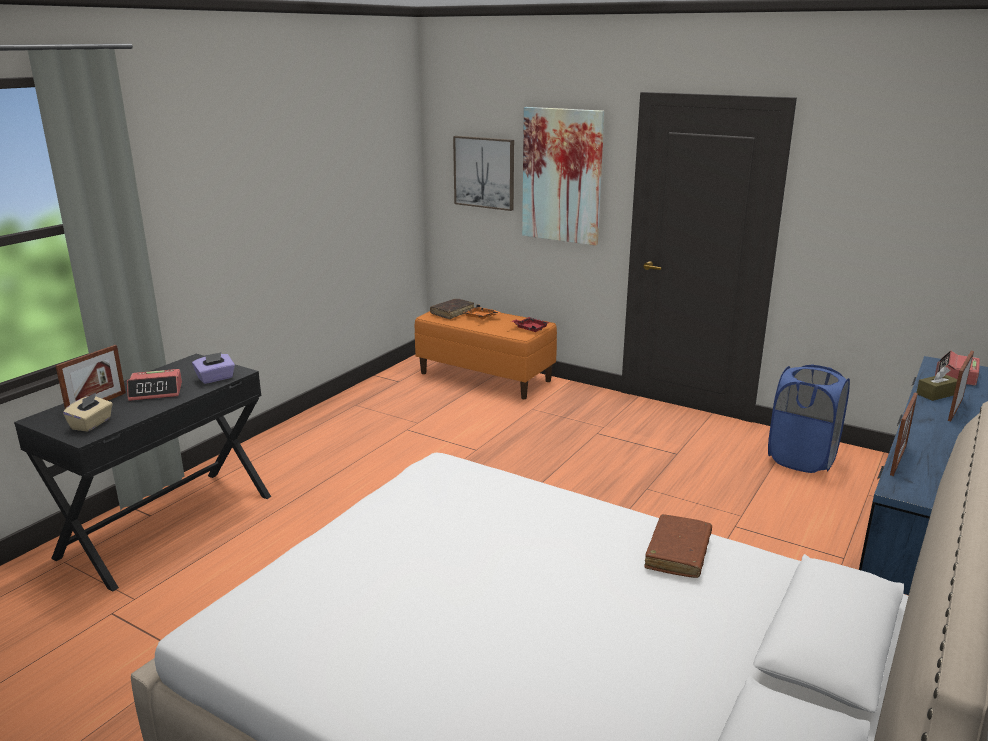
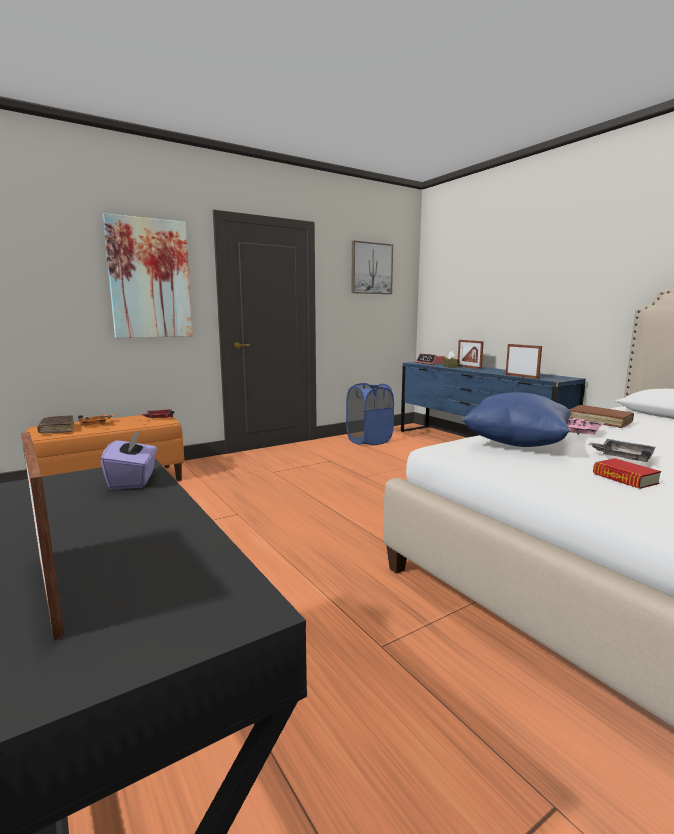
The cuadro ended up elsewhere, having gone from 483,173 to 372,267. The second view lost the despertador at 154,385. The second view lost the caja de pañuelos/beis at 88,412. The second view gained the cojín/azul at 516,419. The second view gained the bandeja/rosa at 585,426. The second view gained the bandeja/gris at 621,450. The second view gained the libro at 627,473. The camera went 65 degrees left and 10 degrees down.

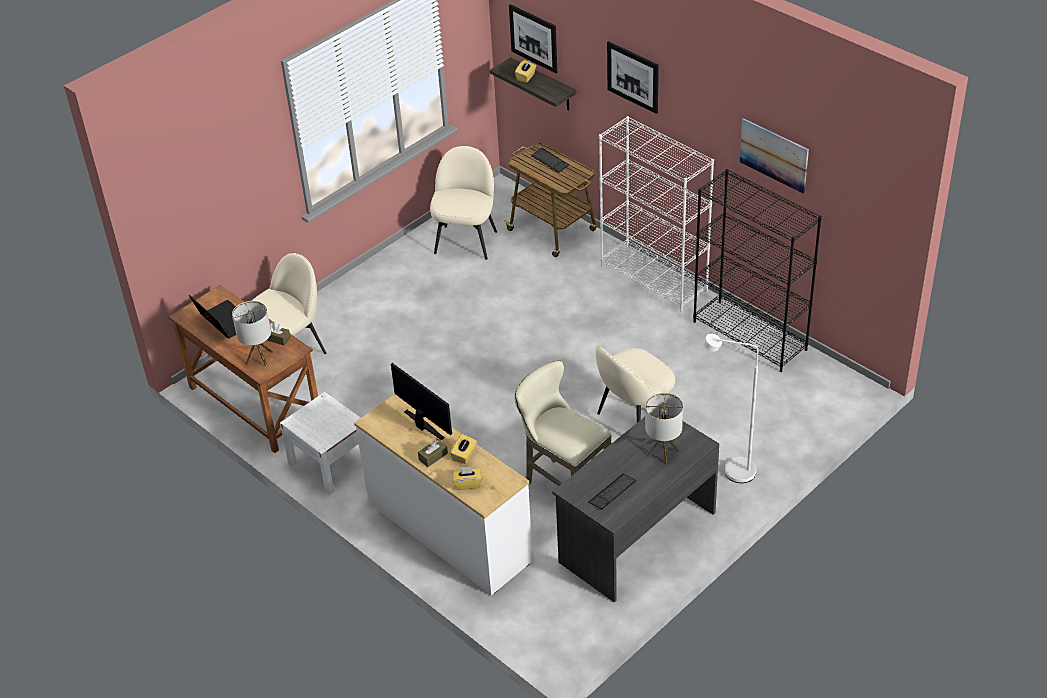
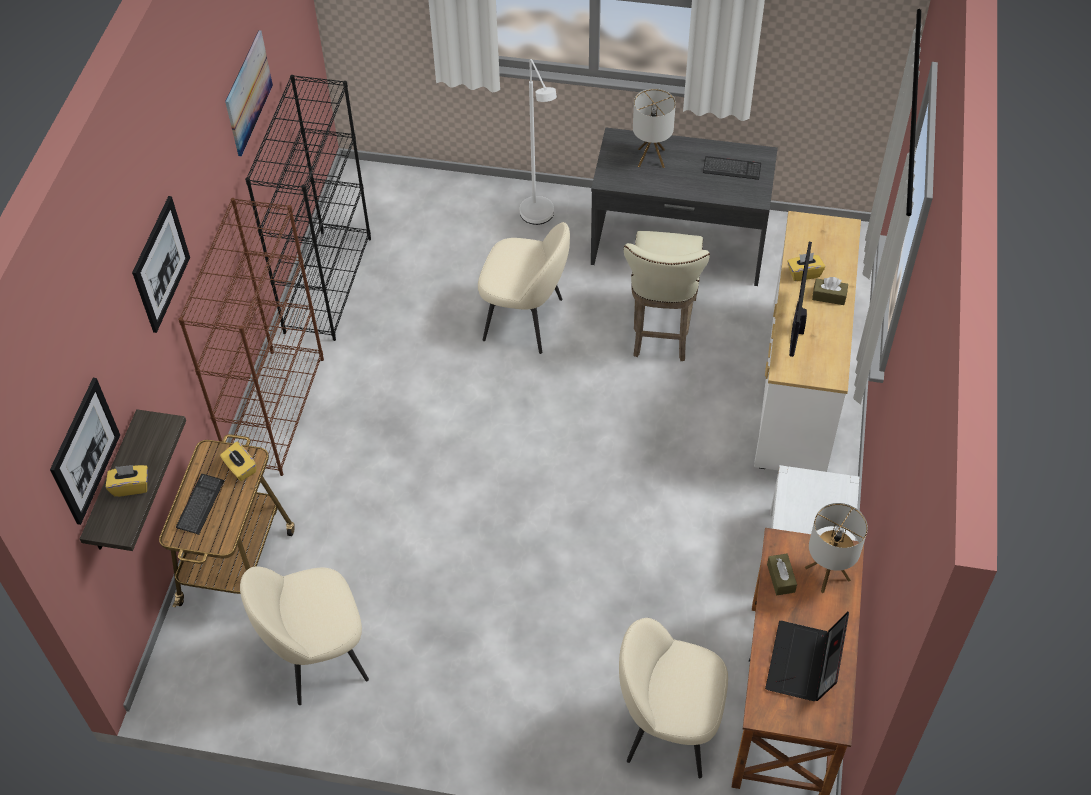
What was the estantería/blanco at 656,214 turned into the estantería/marrón at 251,337. The caja de pañuelos/amarillo ended up elsewhere, having gone from 467,478 to 238,461. The camera went 125 degrees left and 10 degrees up.

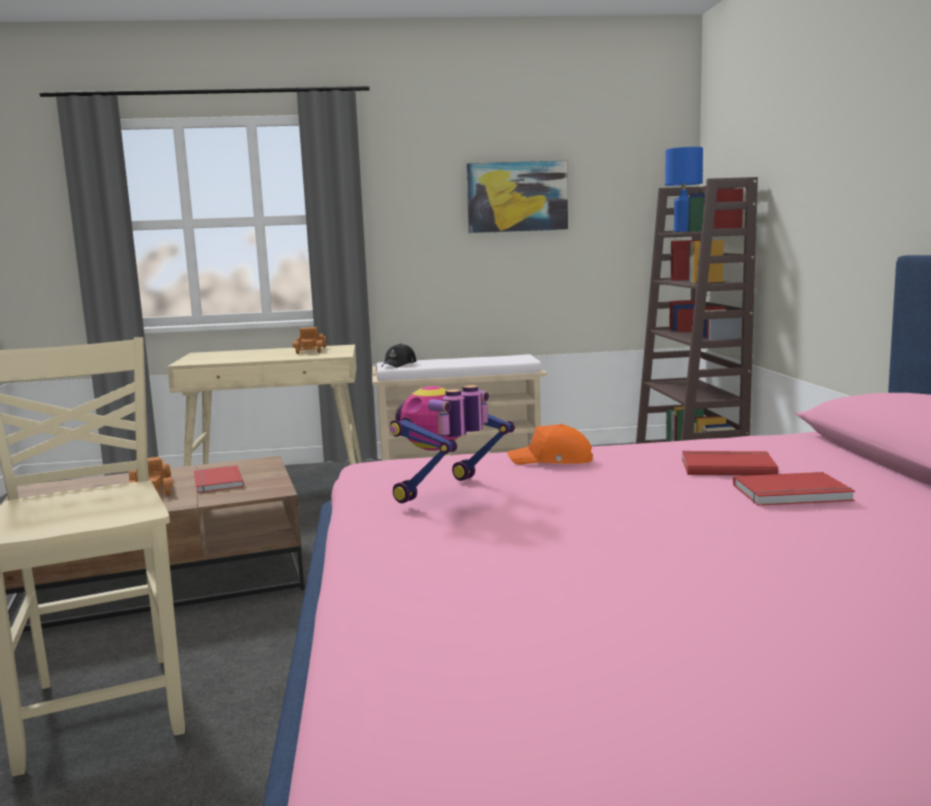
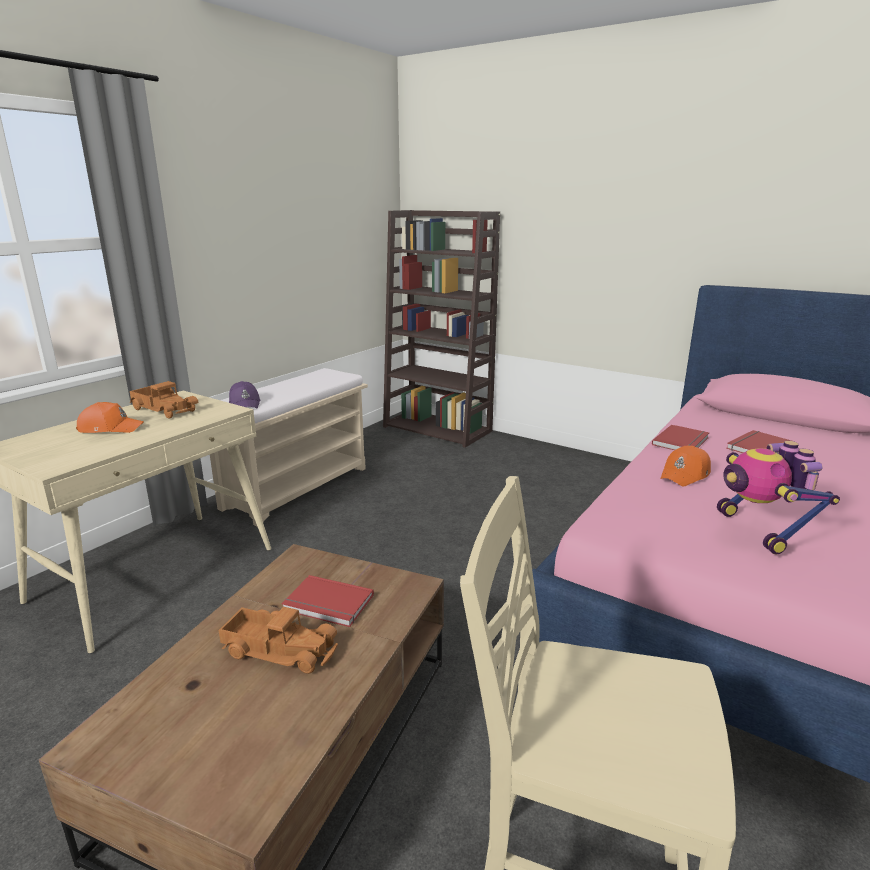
The second view lost the lámpara de mesa/azul at 684,189. The second view lost the cuadro at 517,196. What was the gorra/negro at 399,356 turned into the gorra/morado at 245,395. The libro/rojo ended up elsewhere, having gone from 794,489 to 680,437. The second view gained the gorra/naranja at 110,417. The camera went 50 degrees left and 10 degrees up.

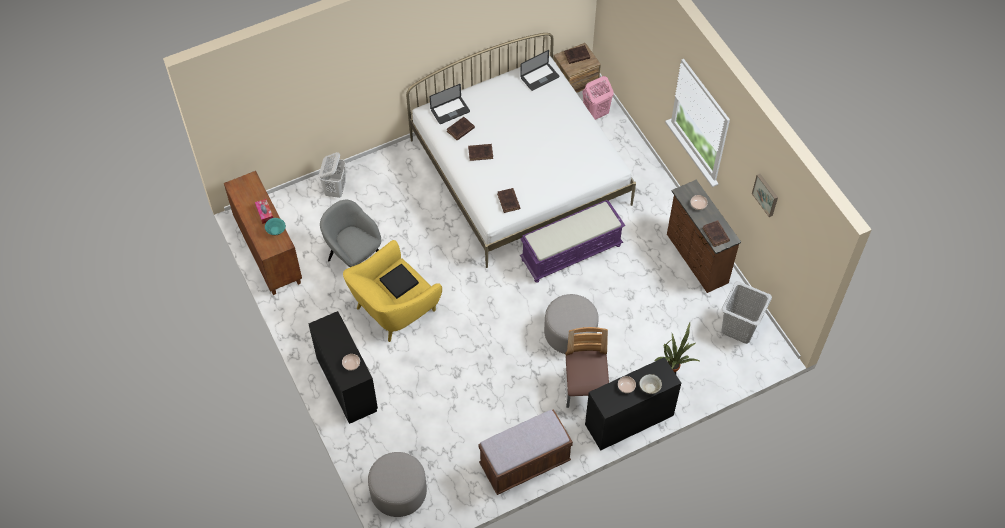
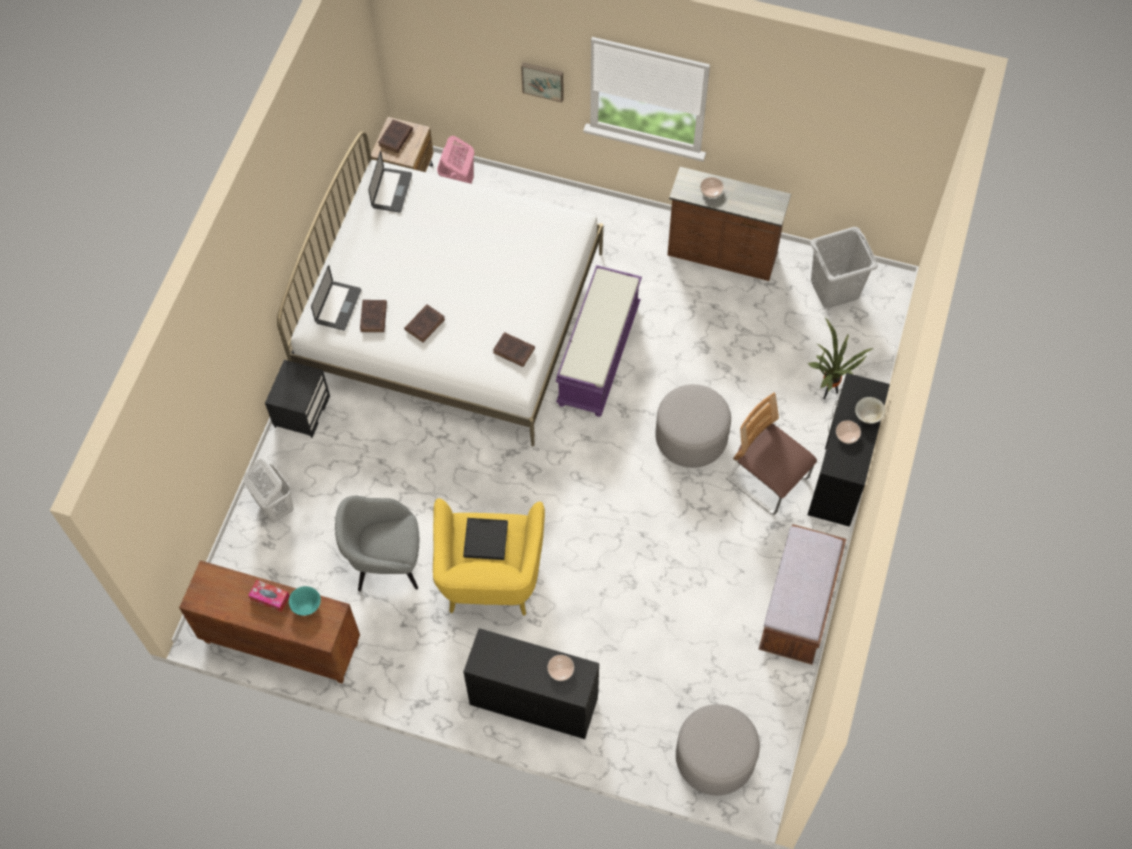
The cuadro ended up elsewhere, having gone from 765,195 to 542,82. The second view lost the libro/marrón at 716,233. The second view gained the mesita de noche/negro at 297,399. The camera went 45 degrees left and 5 degrees up.

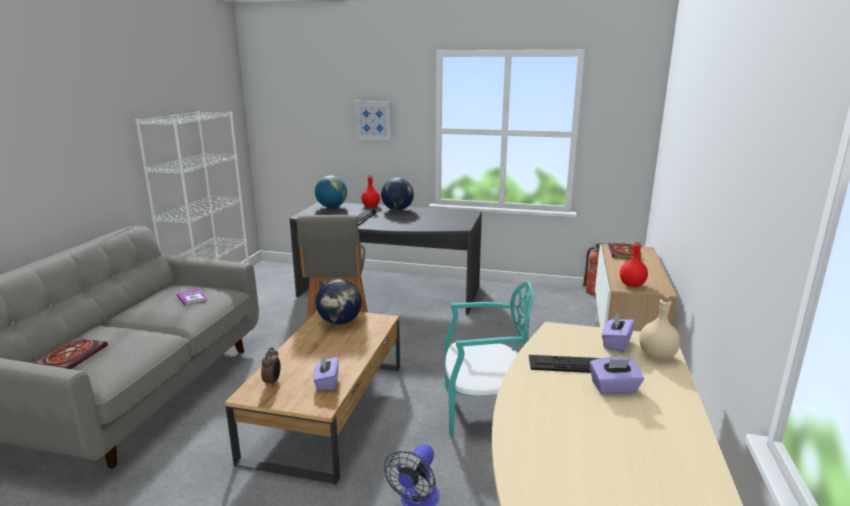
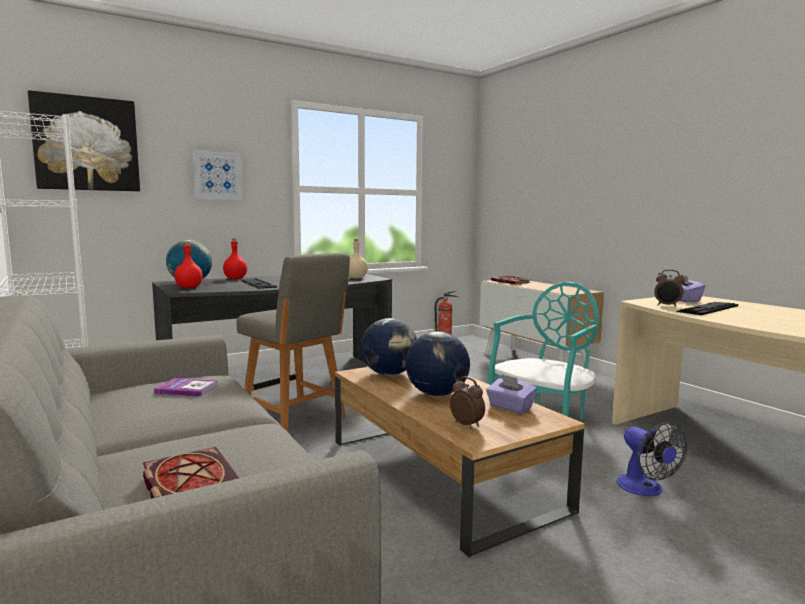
The globo terráqueo ended up elsewhere, having gone from 397,194 to 438,363. The botella/rojo ended up elsewhere, having gone from 634,264 to 188,265. The botella/beis ended up elsewhere, having gone from 659,327 to 358,258. The second view lost the caja de pañuelos/morado at 617,375. The second view gained the cuadro at 84,140. The second view gained the despertador at 669,288. The camera went 45 degrees left and 10 degrees down.

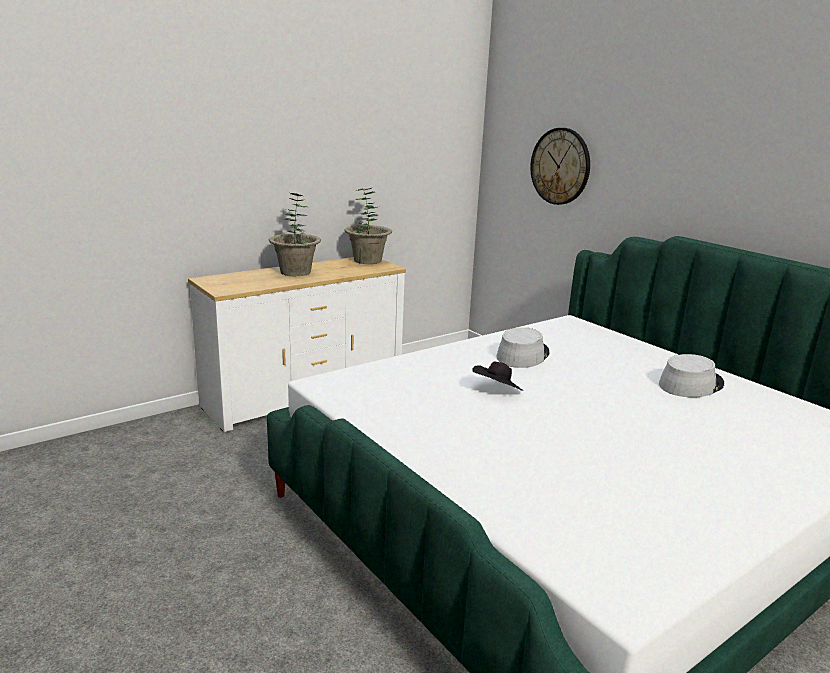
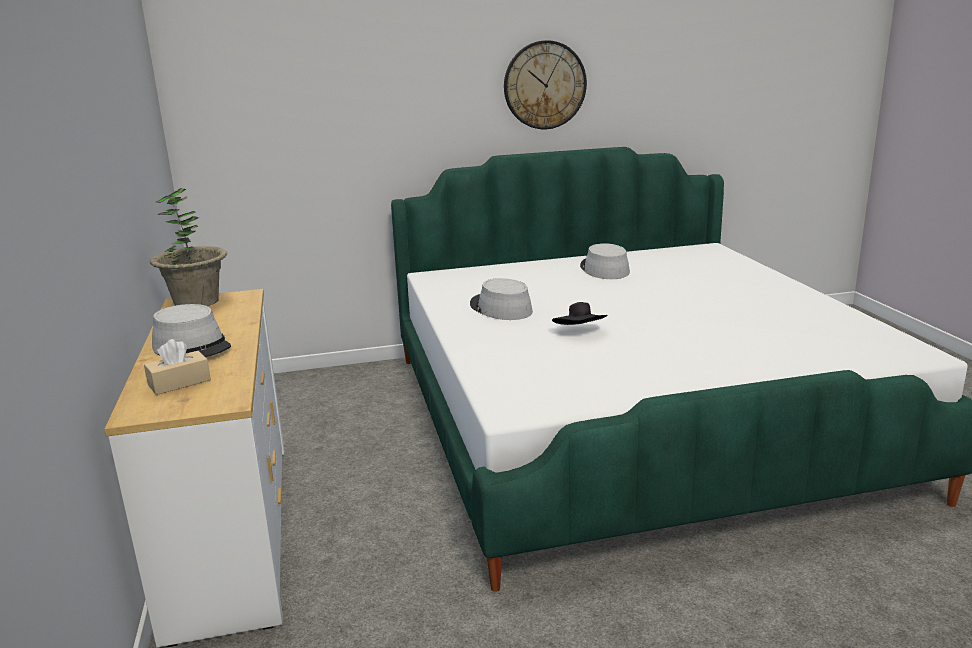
The reloj de pared ended up elsewhere, having gone from 560,166 to 545,84. Where the planta en maceta stood at 295,234, the sombrero/gris came to stand at 191,330. The second view gained the caja de pañuelos/beis at 177,367. The camera went 65 degrees left and 0 degrees up.

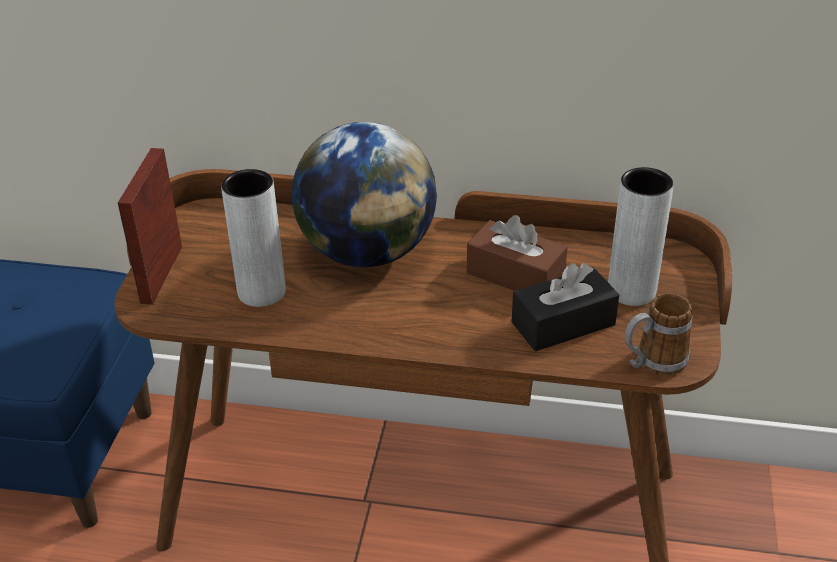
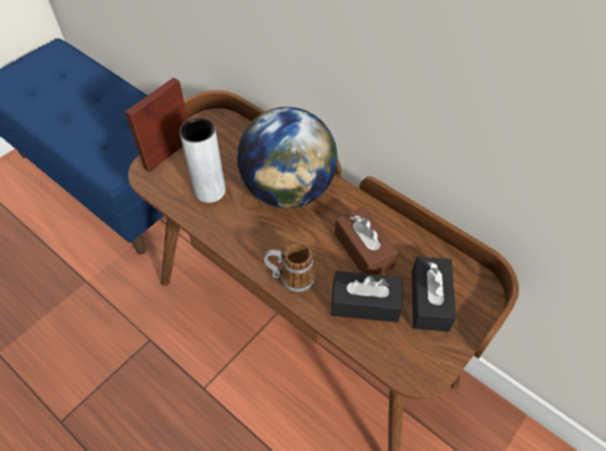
Where the florero/gris stood at 641,236, the caja de pañuelos/negro came to stand at 434,294. The taza grande ended up elsewhere, having gone from 658,334 to 289,268. The camera went 30 degrees right and 15 degrees up.

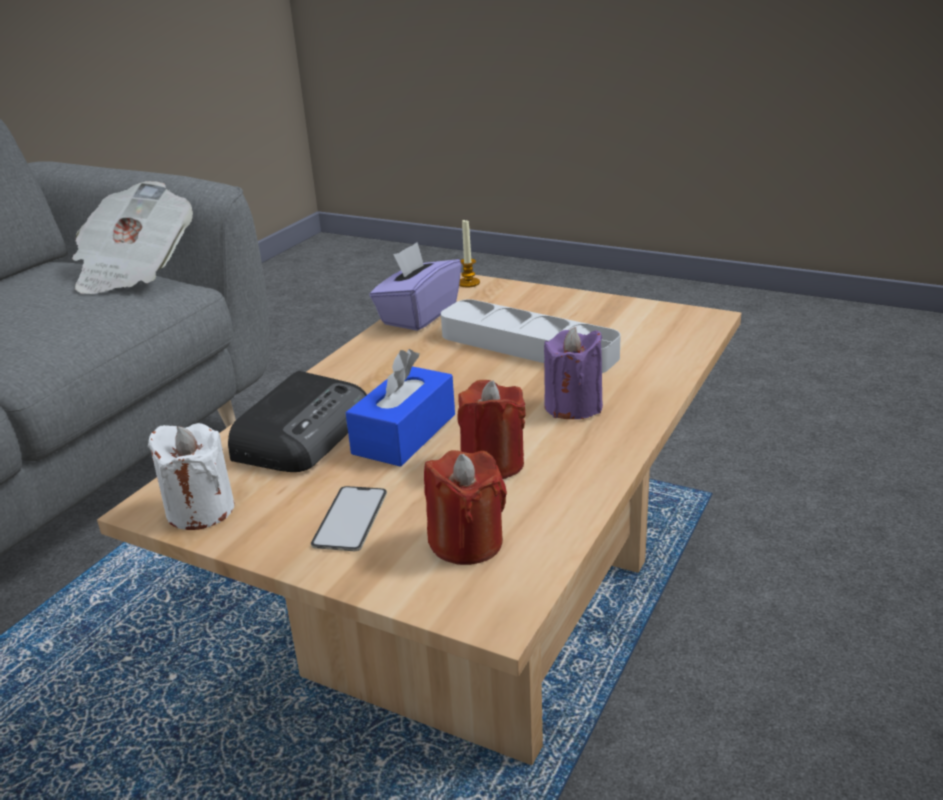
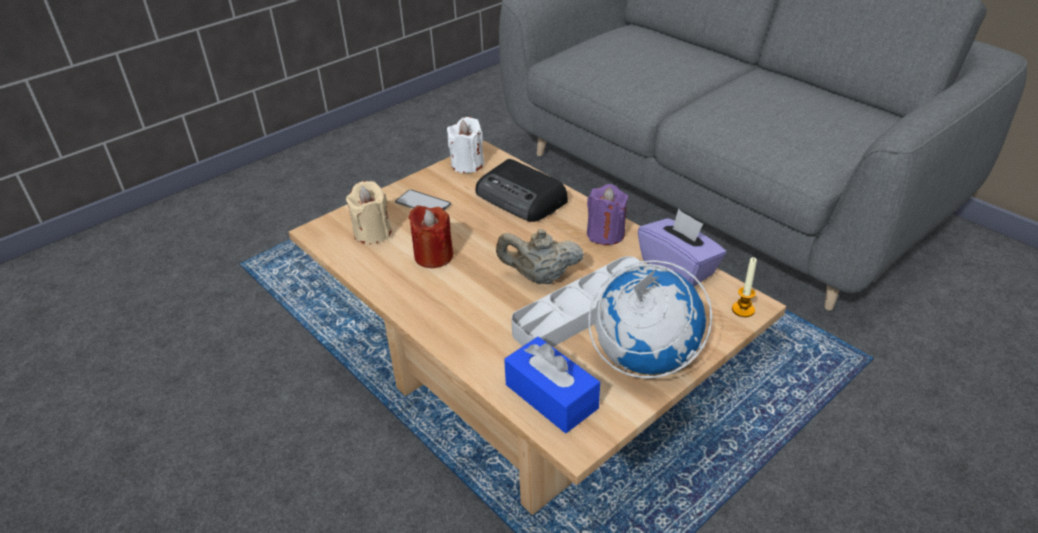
The second view lost the periódico at 132,237. The vela/morado ended up elsewhere, having gone from 573,373 to 608,214. The caja de pañuelos/azul ended up elsewhere, having gone from 400,408 to 552,385. What was the vela/rojo at 465,507 turned into the vela/beis at 368,212. The second view gained the tetera/beis at 540,256. The second view gained the globo terráqueo at 650,319. The camera went 110 degrees right and 10 degrees up.

